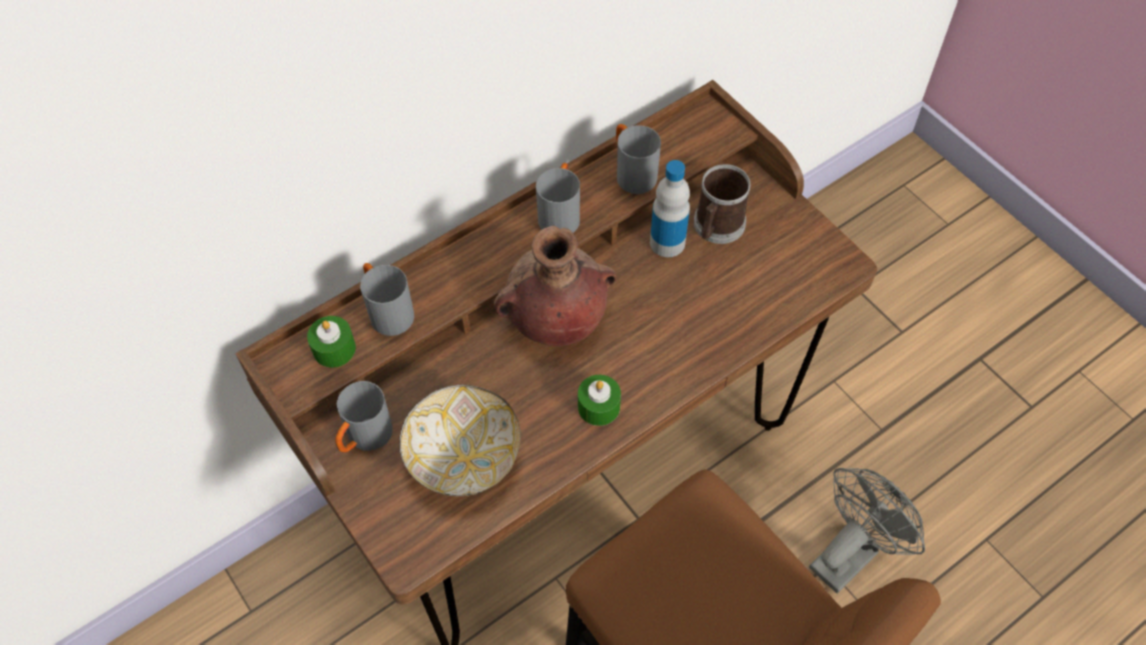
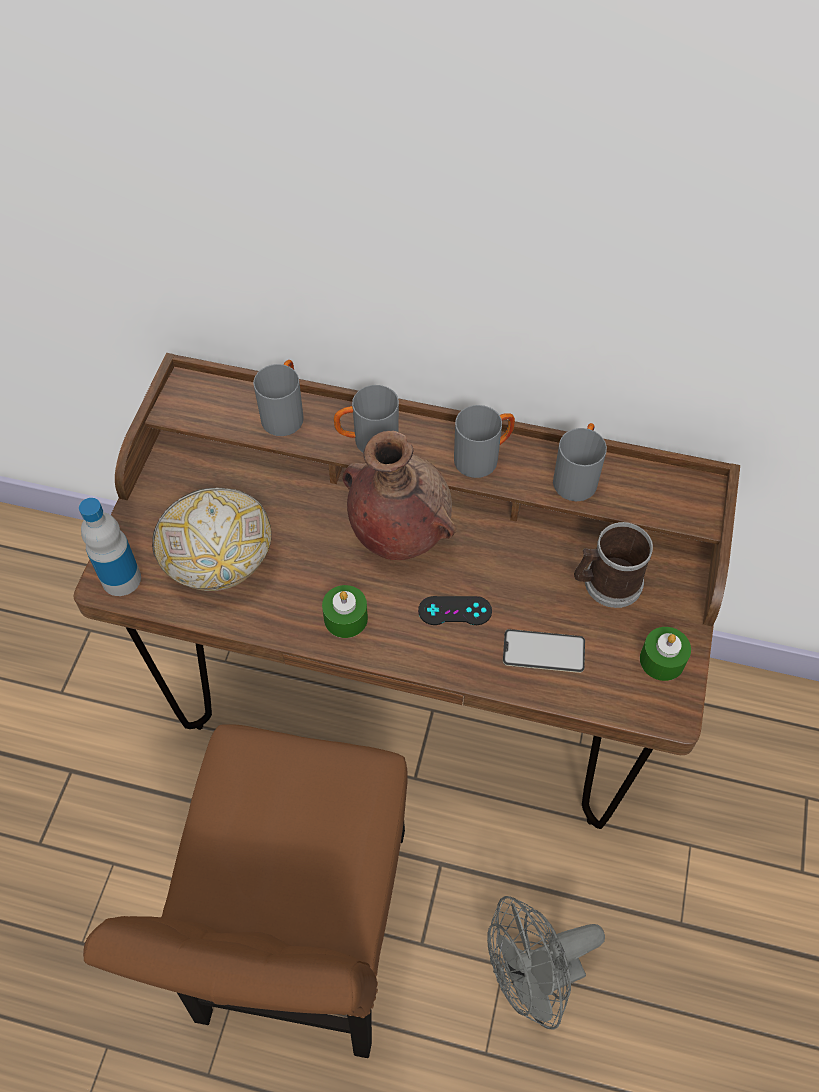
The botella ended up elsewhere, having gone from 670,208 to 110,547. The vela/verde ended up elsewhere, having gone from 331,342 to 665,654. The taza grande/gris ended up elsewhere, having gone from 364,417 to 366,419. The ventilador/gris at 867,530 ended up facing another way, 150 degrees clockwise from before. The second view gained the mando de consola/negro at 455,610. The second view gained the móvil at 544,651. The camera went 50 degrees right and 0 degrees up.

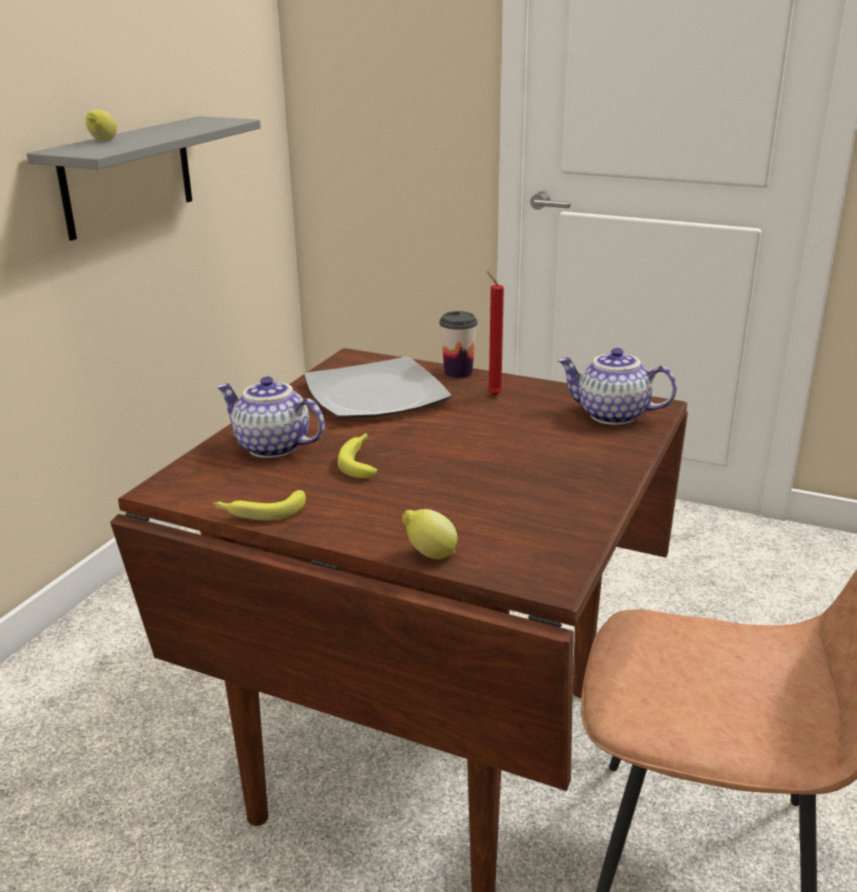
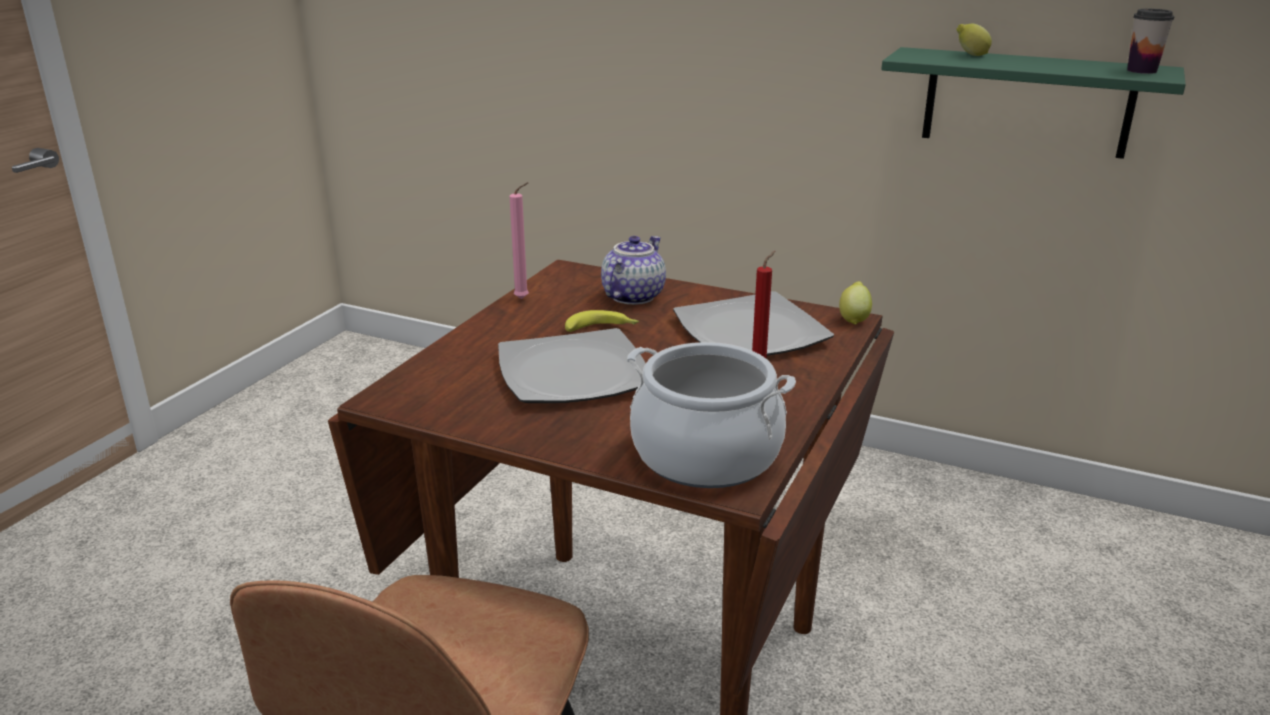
What was the estante/gris at 144,178 turned into the estante/verde at 1033,103. The taza ended up elsewhere, having gone from 458,344 to 1151,41. Where the tetera stood at 617,386, the olla came to stand at 711,415. Where the plátano stood at 259,505, the vela/rosa came to stand at 519,240. The limón ended up elsewhere, having gone from 429,534 to 855,303. The second view gained the plato at 572,365. The camera went 90 degrees right and 0 degrees up.

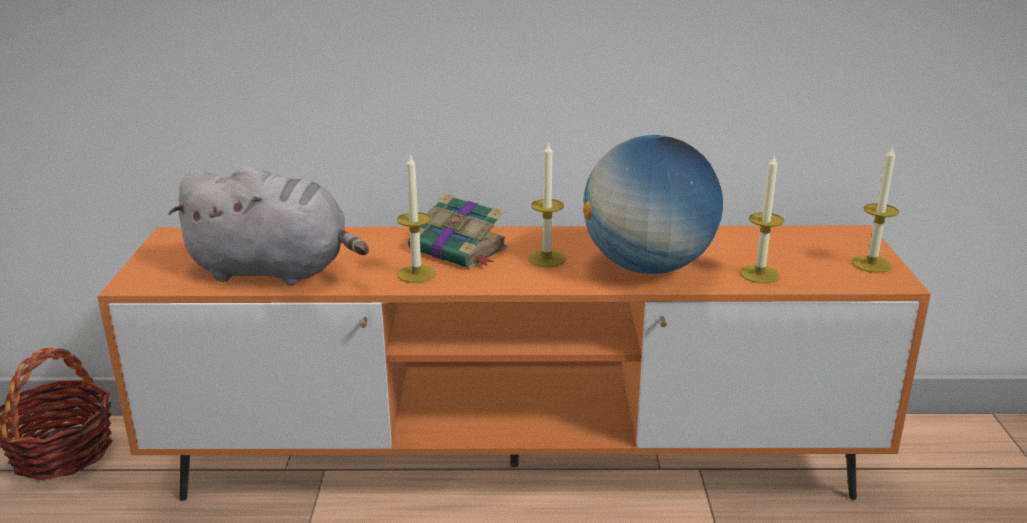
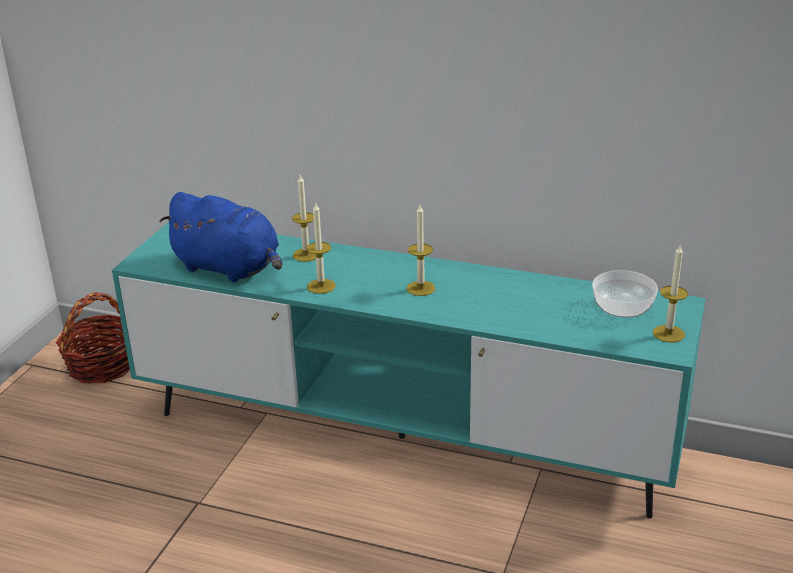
The second view lost the globo terráqueo at 653,204. The vela ended up elsewhere, having gone from 762,219 to 304,218. What was the peluche/gris at 268,226 turned into the peluche/azul at 221,237. The second view lost the libro at 458,231. What was the mueble de televisión/naranja at 514,363 turned into the mueble de televisión/turquesa at 409,370. The second view gained the cuenco at 625,294. The camera went 20 degrees right and 5 degrees up.

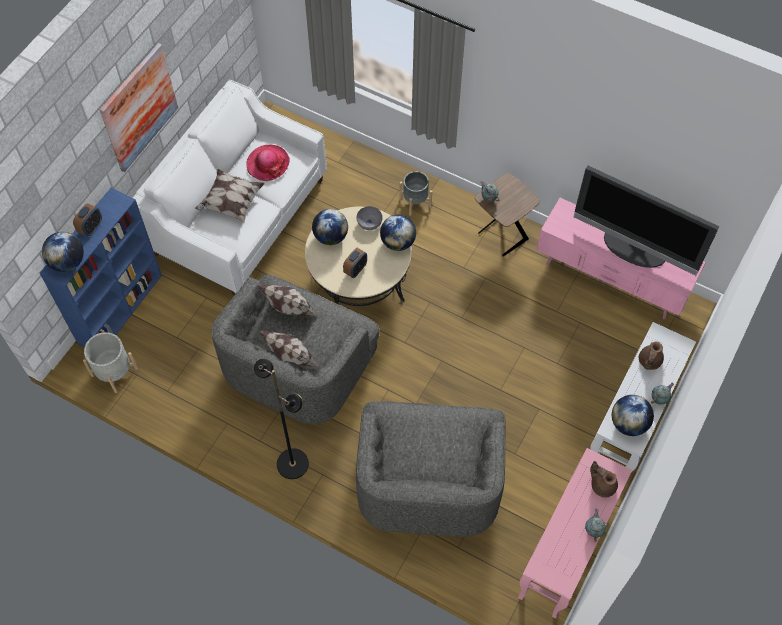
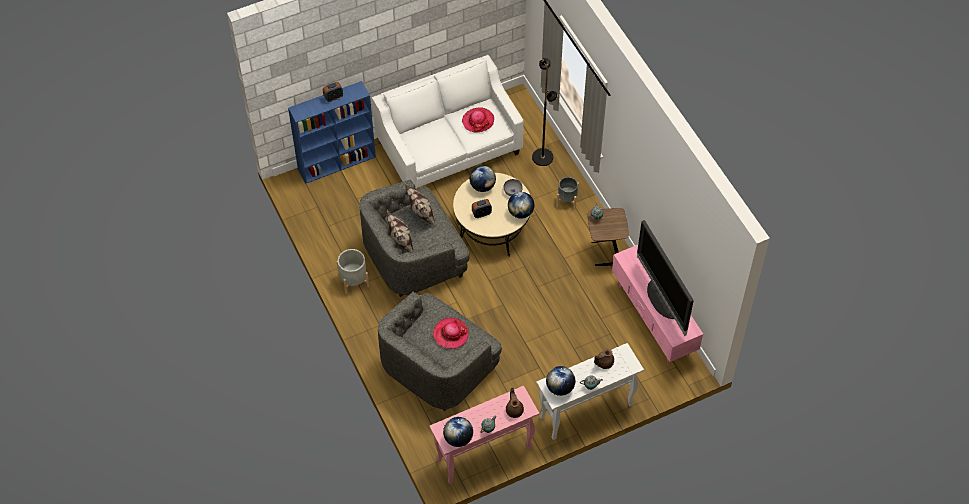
The second view lost the cuadro at 139,107. The second view lost the cojín at 230,196. The globo terráqueo ended up elsewhere, having gone from 63,252 to 458,432. The maceta/gris ended up elsewhere, having gone from 110,362 to 353,271. The lámpara de pie/negro ended up elsewhere, having gone from 281,418 to 545,112. The second view gained the sombrero at 451,333. The camera went 35 degrees right and 5 degrees down.

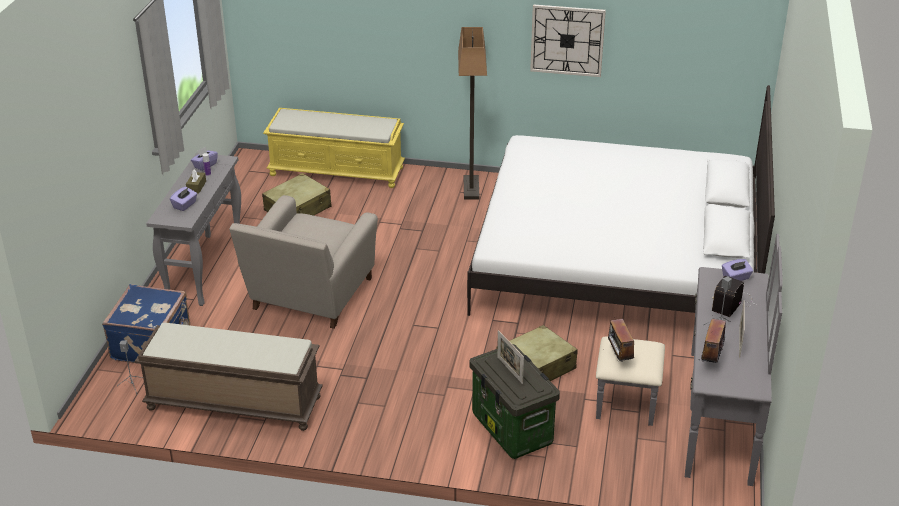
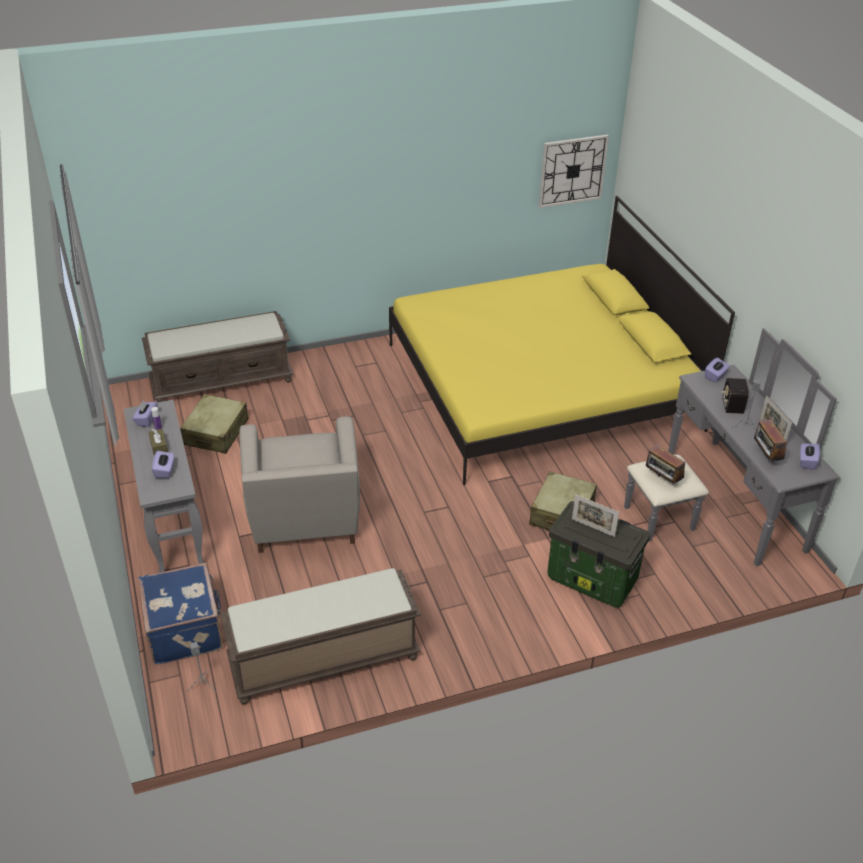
The reloj de pared ended up elsewhere, having gone from 568,40 to 574,171. The second view lost the lámpara de pie at 472,113. What was the cama/blanco at 621,200 turned into the cama/amarillo at 562,340. What was the banco/amarillo at 334,148 turned into the banco/marrón at 217,356. The second view gained the caja de pañuelos/morado at 810,456. The camera went 30 degrees left and 5 degrees up.

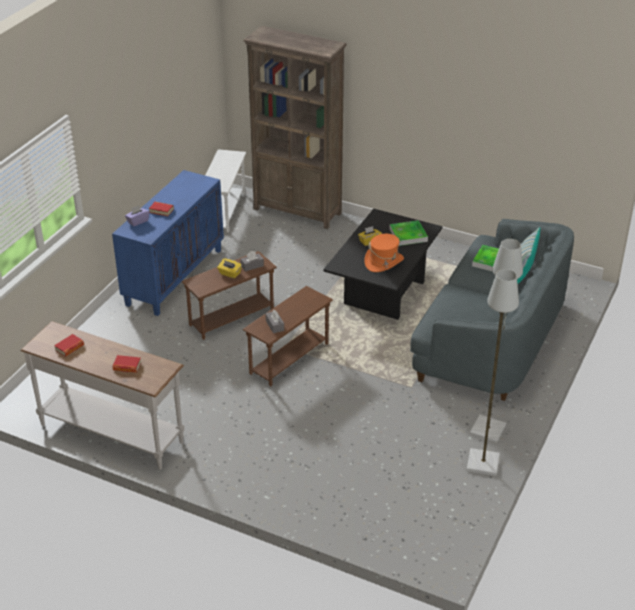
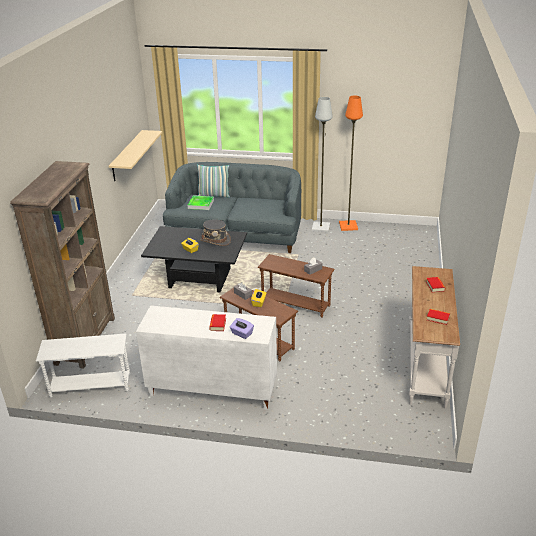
What was the armario/azul at 168,243 turned into the armario/blanco at 206,357. The second view lost the bandeja at 408,233. What was the sombrero/naranja at 384,253 turned into the sombrero/gris at 215,233. What was the lámpara de pie/gris at 493,372 turned into the lámpara de pie/naranja at 351,163. The second view gained the estante/beis at 135,155. The camera went 105 degrees left and 5 degrees down.

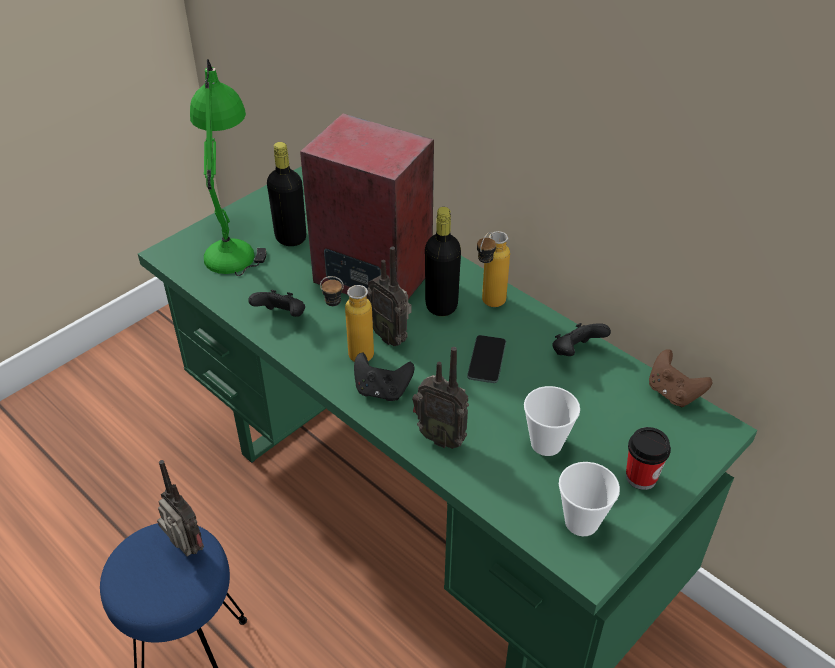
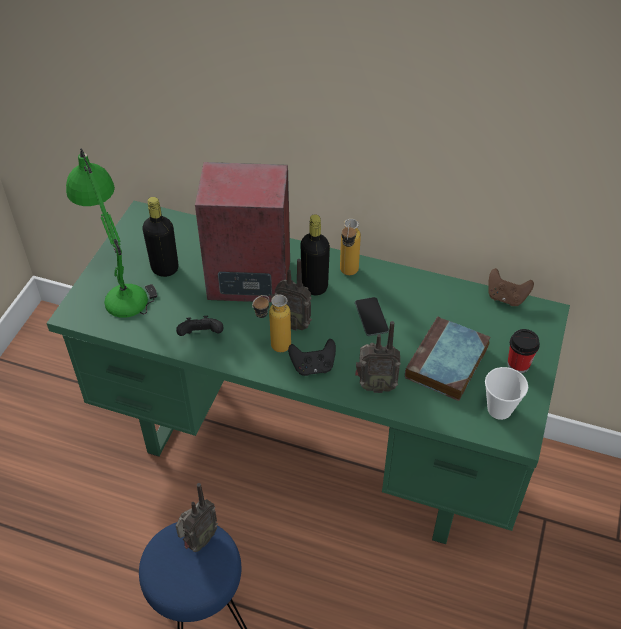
The second view lost the mando de consola/negro at 581,339. Where the taza stood at 552,421, the libro came to stand at 447,358. The radio at 180,508 ended up facing another way, 105 degrees clockwise from before. The camera went 25 degrees left and 5 degrees up.

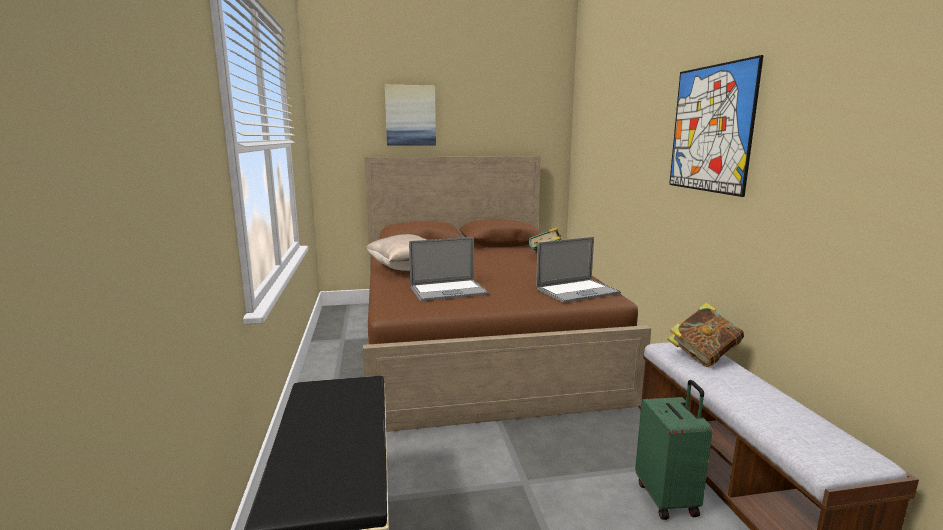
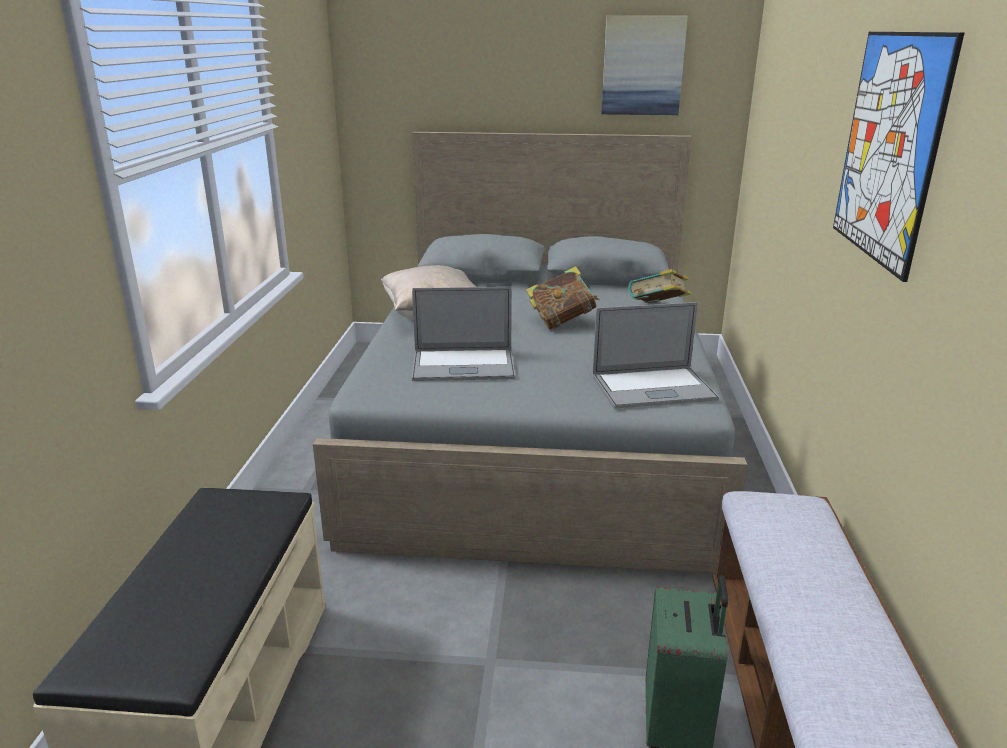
The cuadro ended up elsewhere, having gone from 410,115 to 644,65. What was the cama/marrón at 507,294 turned into the cama/gris at 530,352. The libro ended up elsewhere, having gone from 705,334 to 563,298. The camera went 15 degrees right and 10 degrees up.

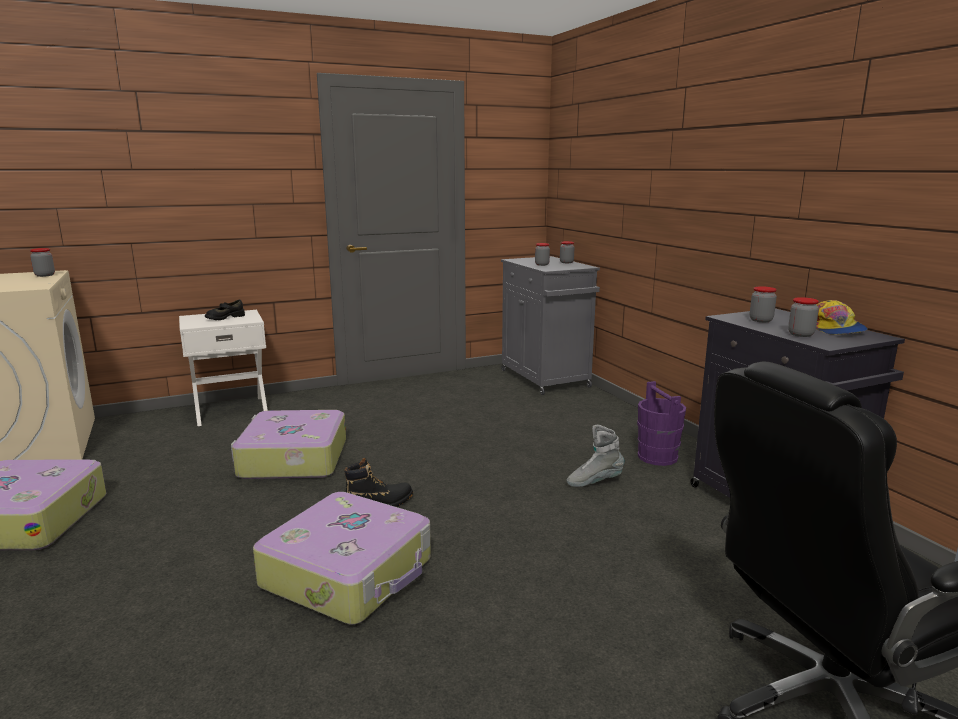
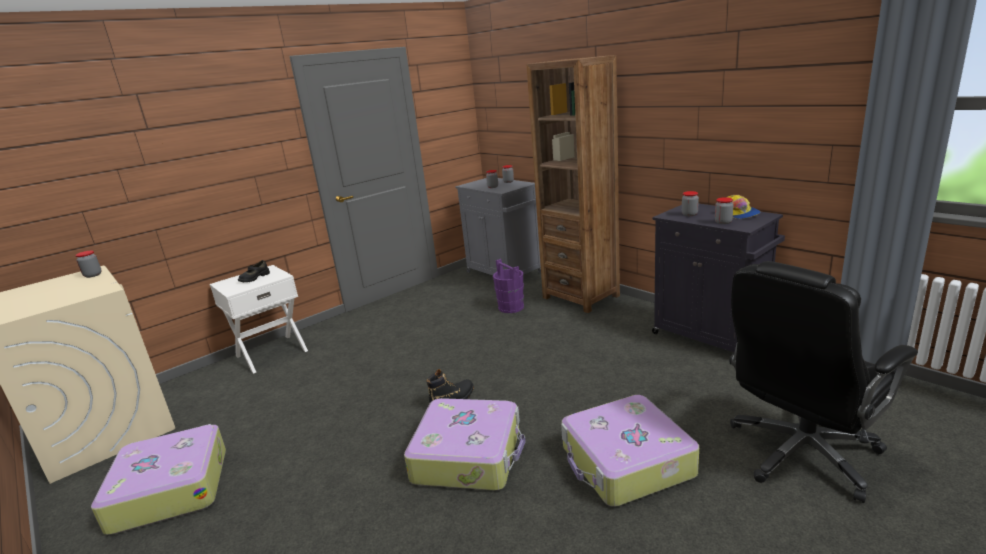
The cubo/morado ended up elsewhere, having gone from 661,423 to 508,286. The maleta ended up elsewhere, having gone from 288,444 to 630,451. The second view lost the bota/gris at 596,456. The second view gained the estantería/marrón at 573,184. The camera went 15 degrees left and 5 degrees up.

